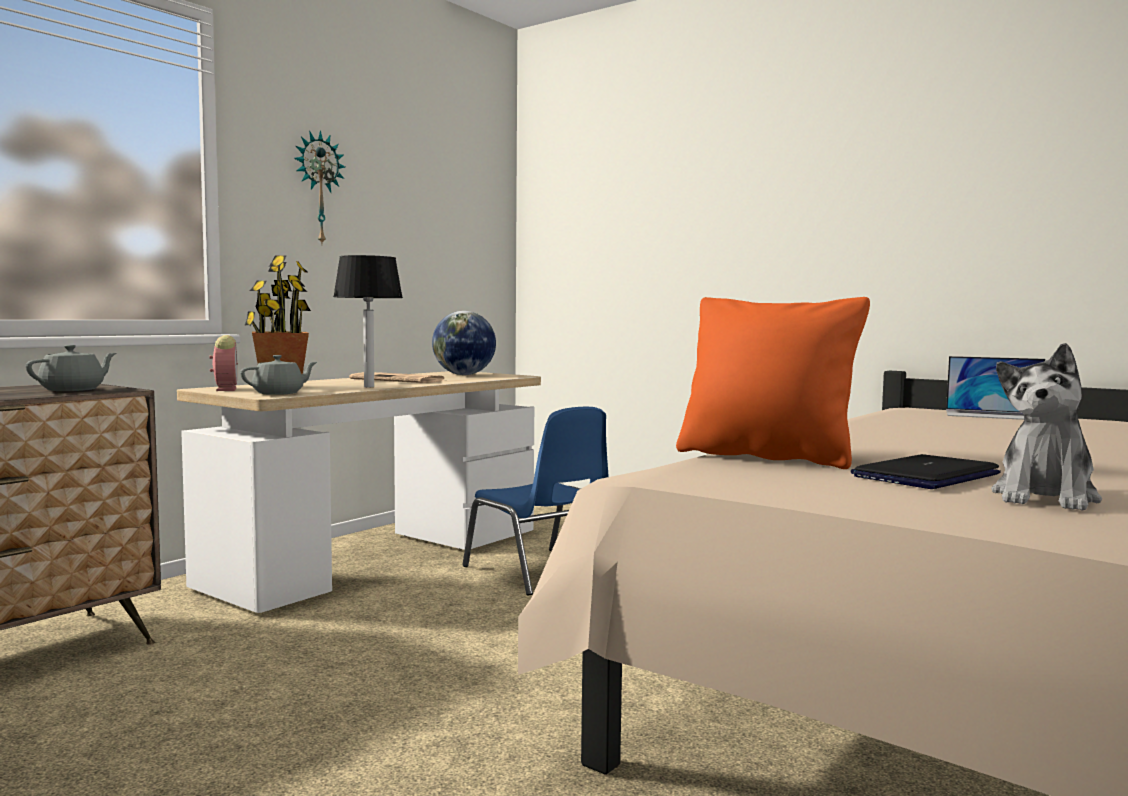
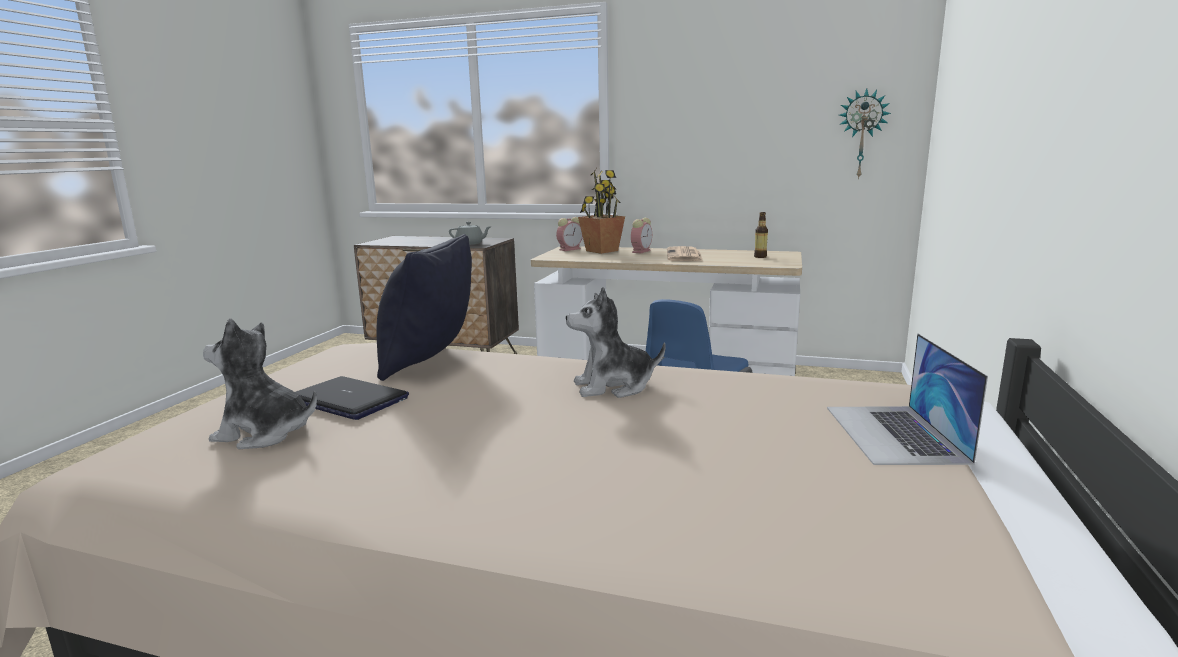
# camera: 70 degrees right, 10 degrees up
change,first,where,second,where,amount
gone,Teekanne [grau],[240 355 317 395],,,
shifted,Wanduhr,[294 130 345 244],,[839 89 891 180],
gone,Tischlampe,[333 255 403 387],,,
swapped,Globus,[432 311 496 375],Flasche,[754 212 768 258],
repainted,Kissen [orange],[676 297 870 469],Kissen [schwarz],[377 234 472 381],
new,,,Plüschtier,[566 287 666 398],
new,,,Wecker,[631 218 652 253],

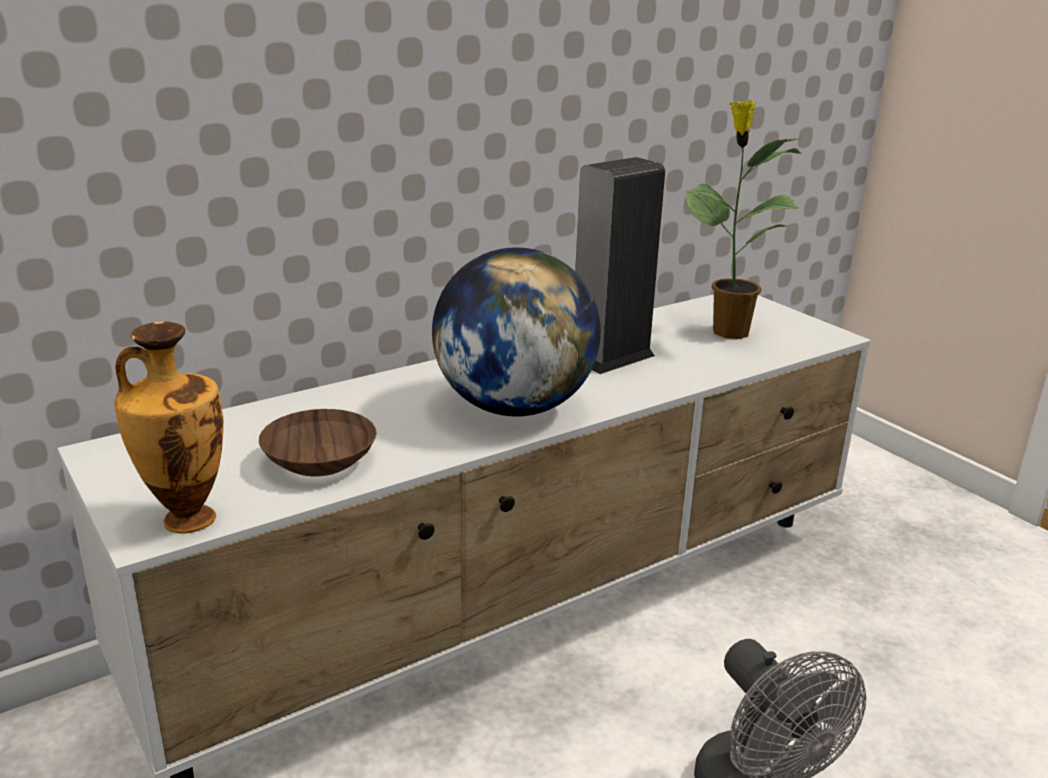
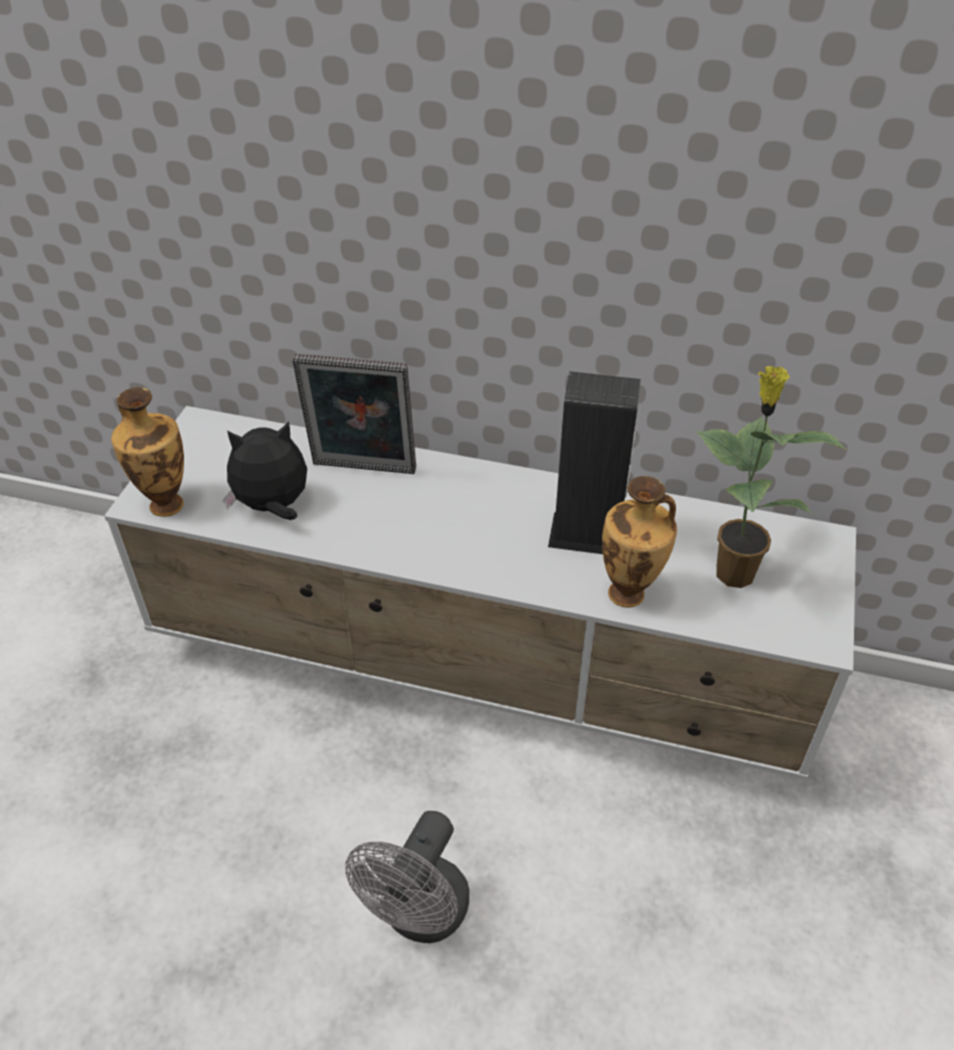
# camera: 50 degrees right, 20 degrees up
change,first,where,second,where,amount
swapped,Schüssel [braun],[259 409 377 477],Plüschtier,[223 421 307 520],
gone,Globus,[432 247 601 417],,,
new,,,Bilderrahmen,[292 354 416 474],
new,,,Vase,[602 476 677 608],

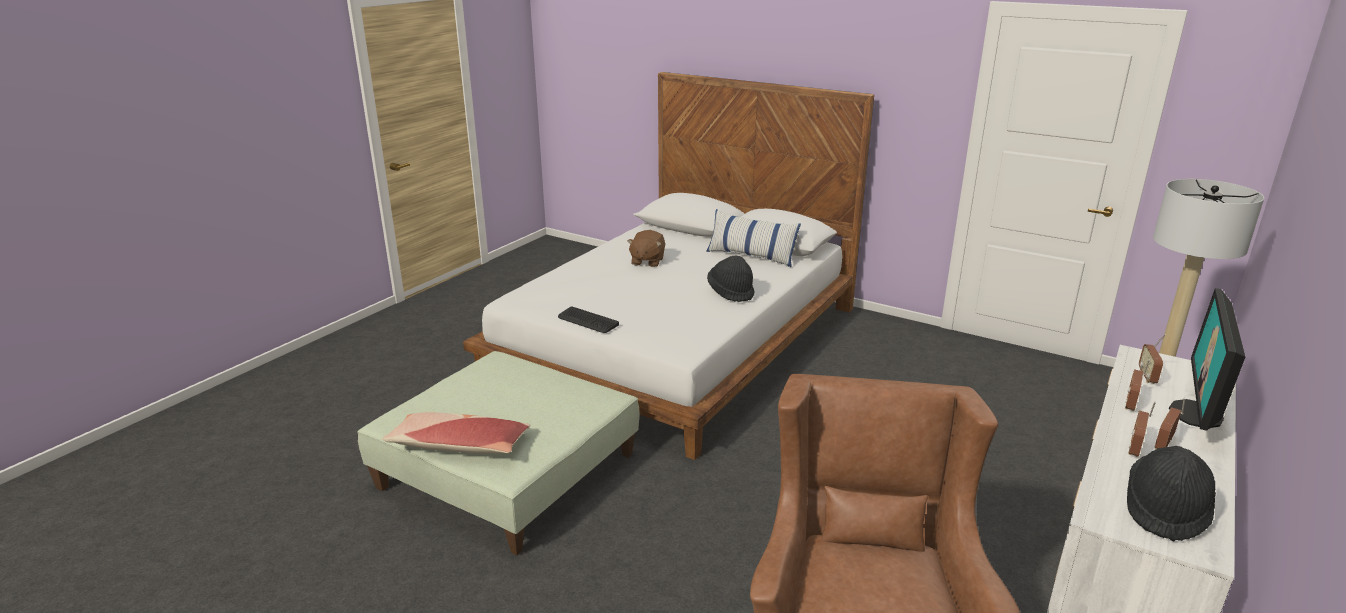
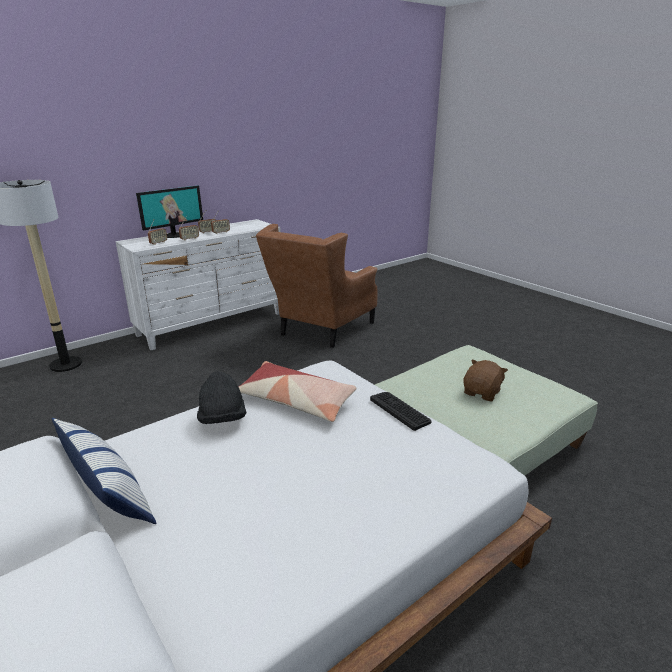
# camera: 160 degrees left, 0 degrees up
change,first,where,second,where,amount
shifted,Kissen,[383 412 530 454],,[239 361 357 422],
shifted,Plüschtier [braun],[627 230 665 267],,[463 359 508 402],
gone,Hut [schwarz],[1127 446 1216 541],,,

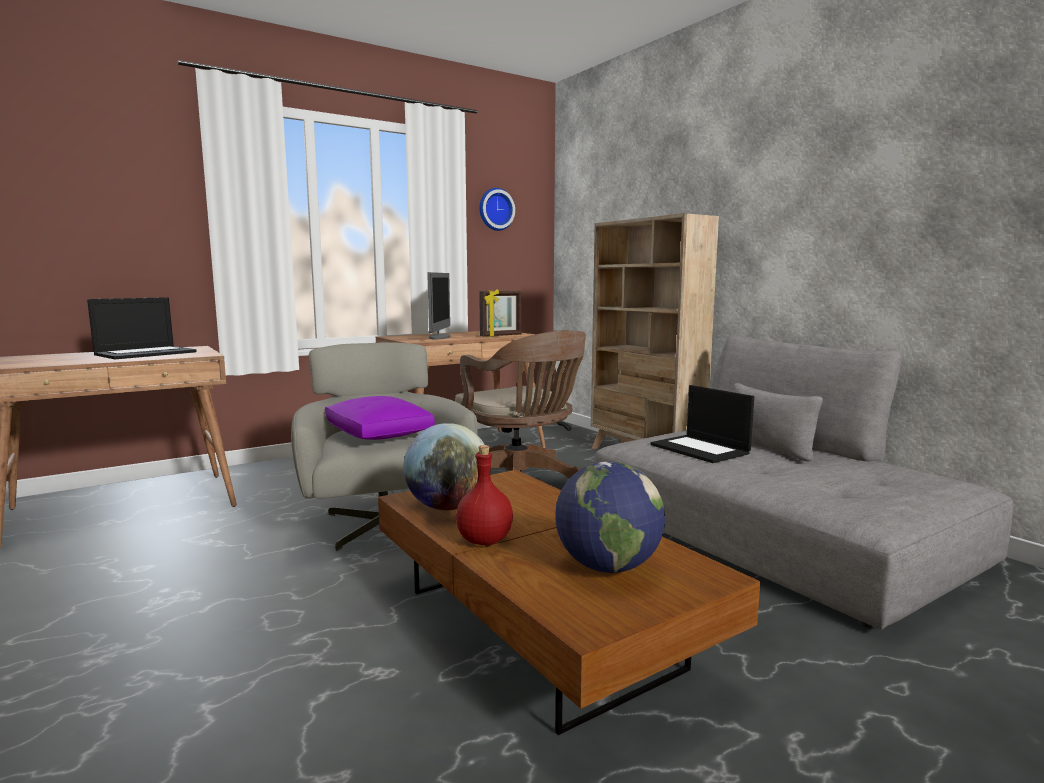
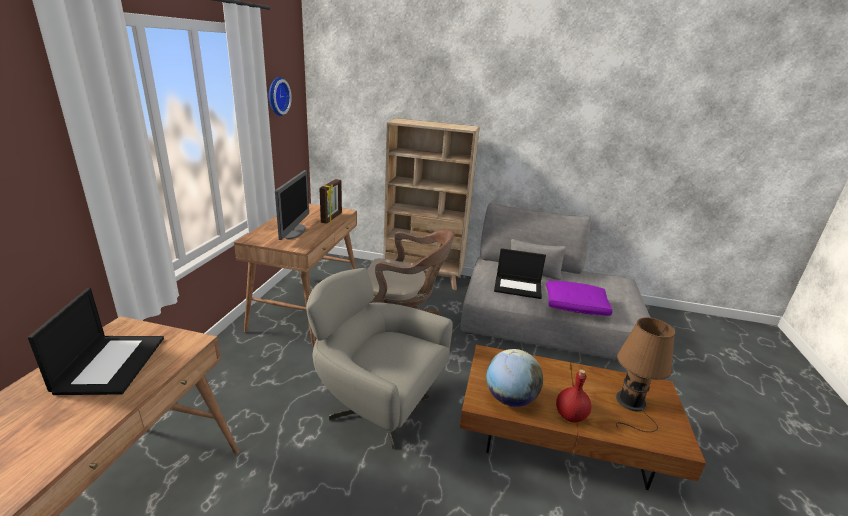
# camera: 45 degrees left, 15 degrees up
change,first,where,second,where,amount
shifted,Kissen [lila],[325 396 435 440],,[546 281 613 316],
rotated,Monitor,[427 272 451 339],,[275 170 309 240],45 degrees clockwise
swapped,Globus,[555 461 665 573],Tischlampe [braun],[616 317 675 432],

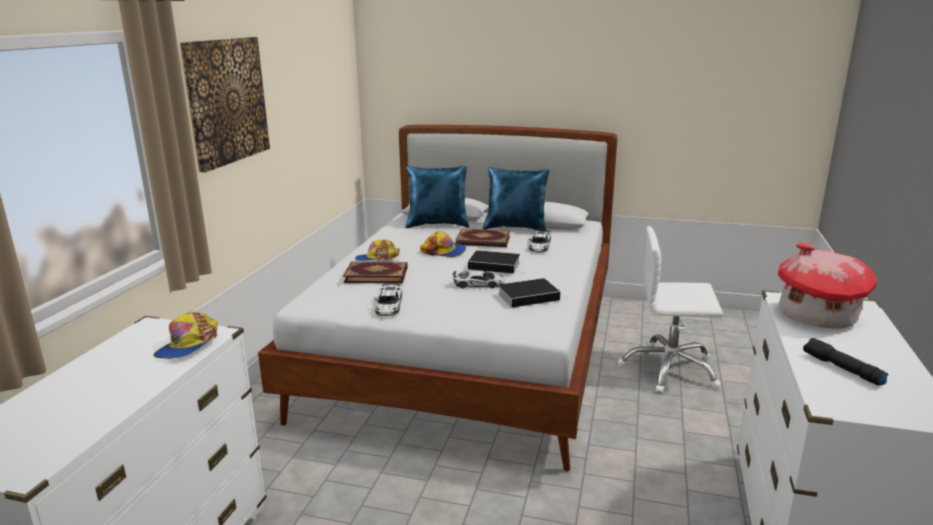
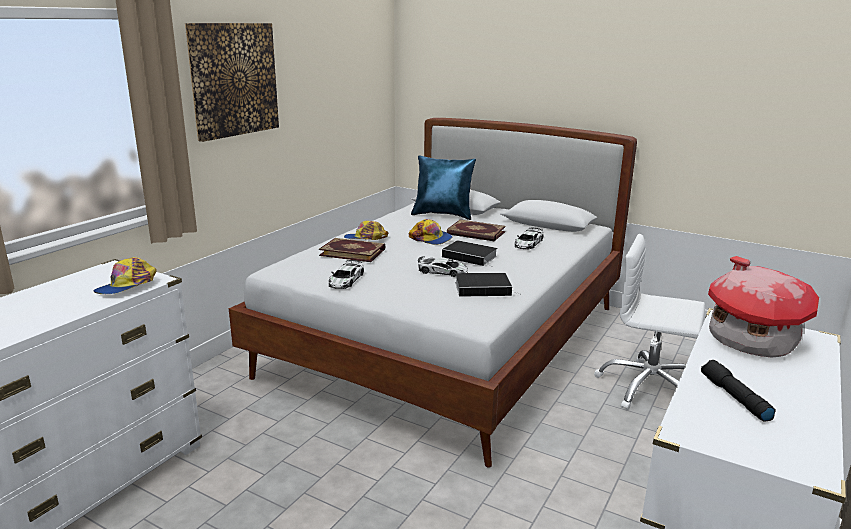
# camera: 15 degrees right, 0 degrees up
change,first,where,second,where,amount
gone,Kissen [blau],[483 167 550 232],,,

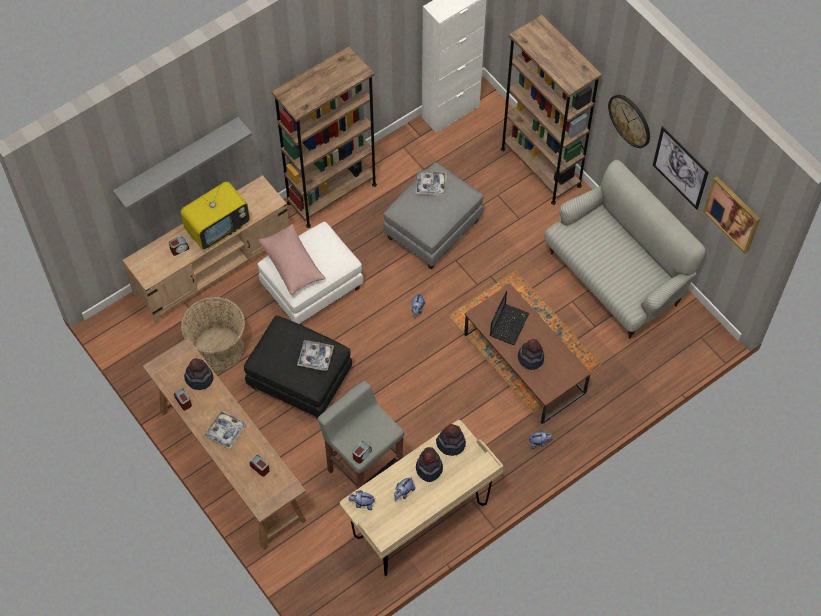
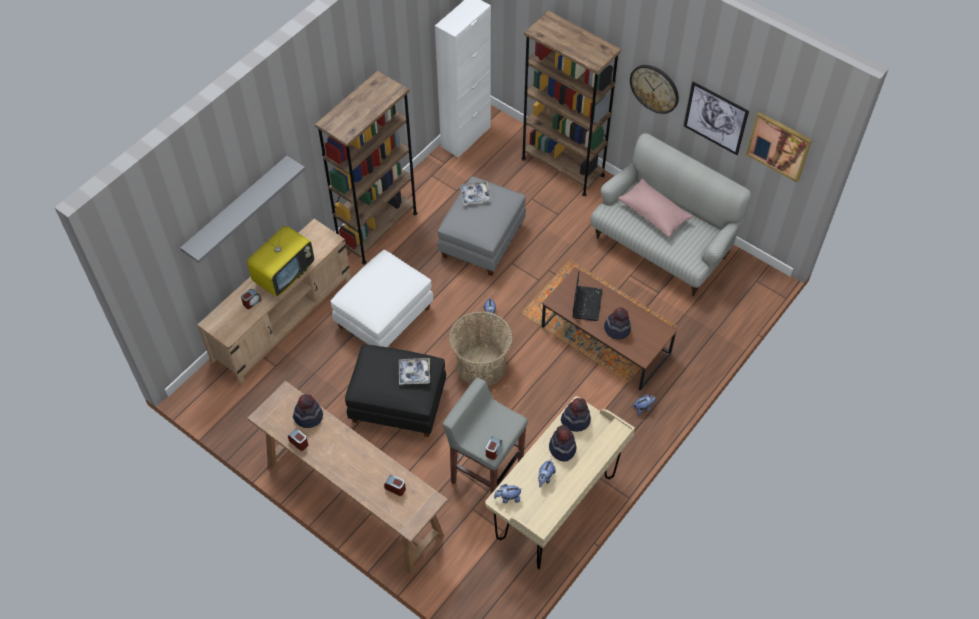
# camera: 15 degrees left, 5 degrees down
change,first,where,second,where,amount
shifted,Korb,[181 296 245 372],,[449 311 513 386],
gone,Tablett,[204 410 246 449],,,
shifted,Kissen [rosa],[258 224 325 295],,[618 179 693 237],

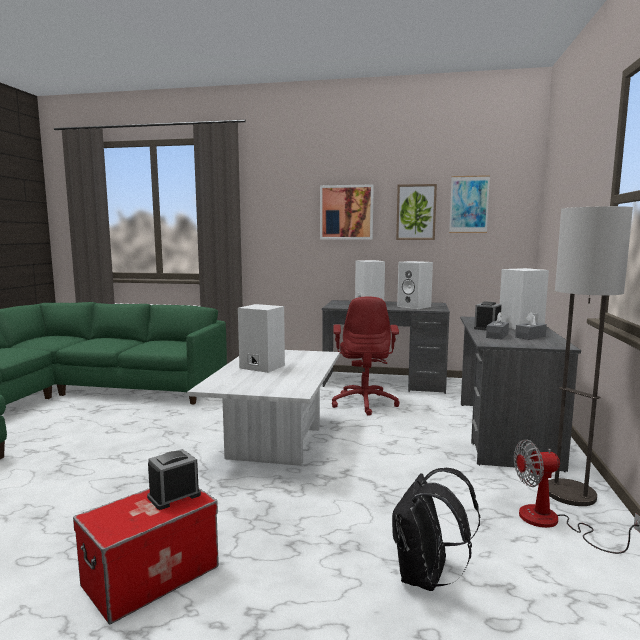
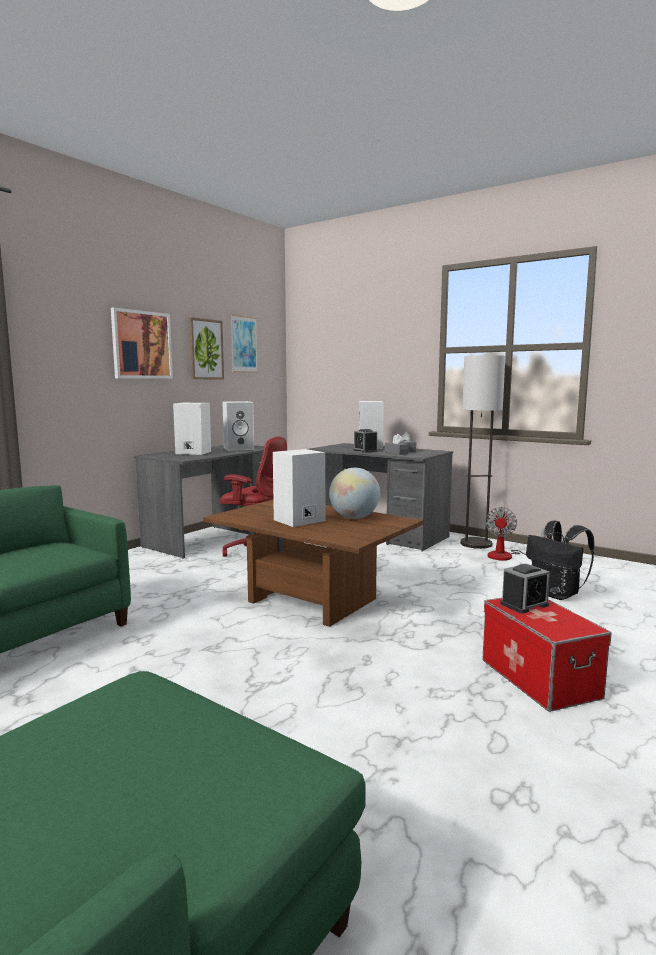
# camera: 65 degrees left, 0 degrees up
change,first,where,second,where,amount
rotated,Wecker,[147 449 201 510],,[501 564 550 613],105 degrees counterclockwise
repainted,Couchtisch [weiß],[187 350 340 466],Couchtisch [braun],[203 500 423 627],
new,,,Globus,[329 468 380 519],

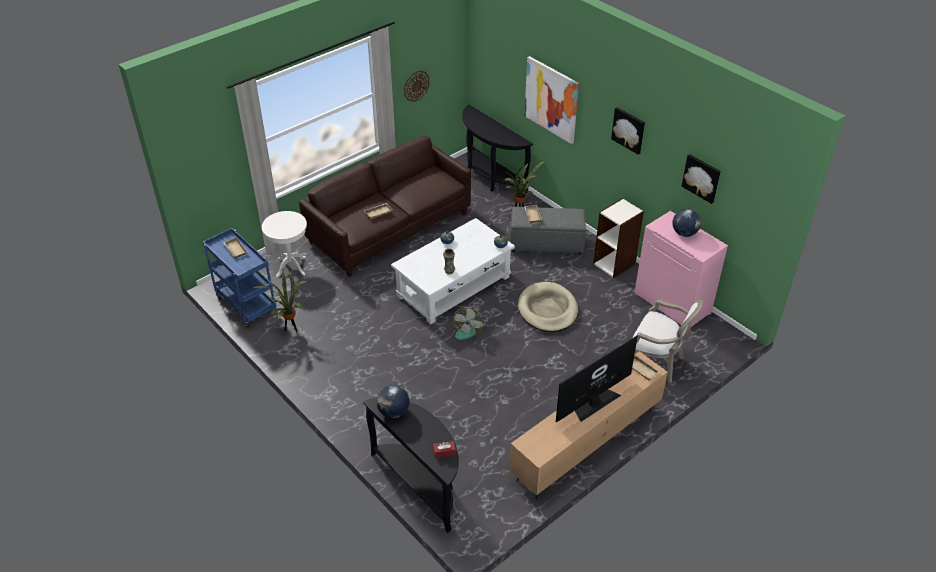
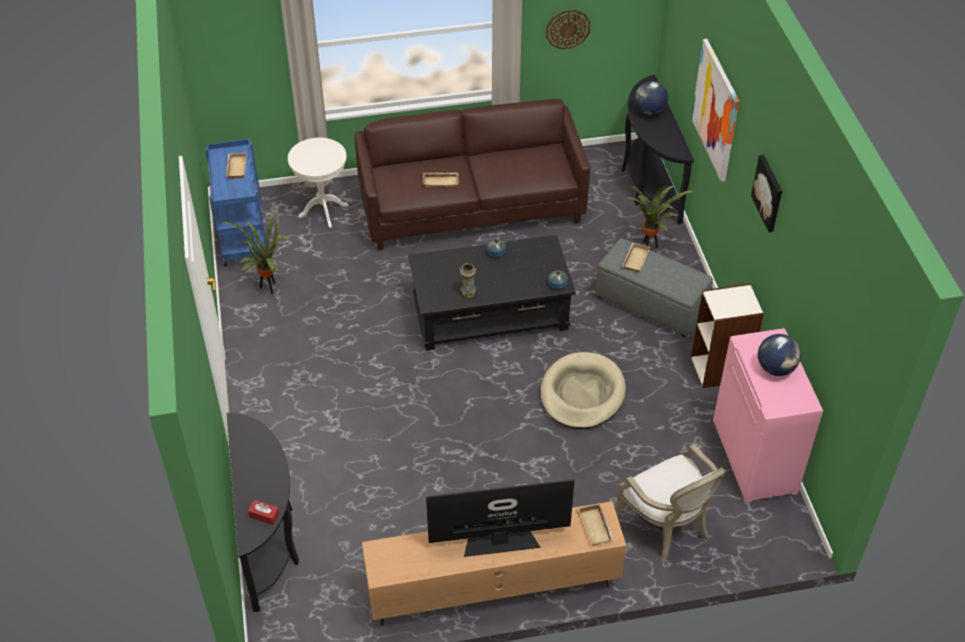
# camera: 30 degrees right, 5 degrees up
change,first,where,second,where,amount
shifted,Globus,[376 385 410 418],,[634 81 668 115],
repainted,Couchtisch [weiß],[391 218 515 324],Couchtisch [schwarz],[408 235 576 351],
gone,Ventilator,[452 307 484 340],,,
gone,Bild,[682 154 721 204],,,

